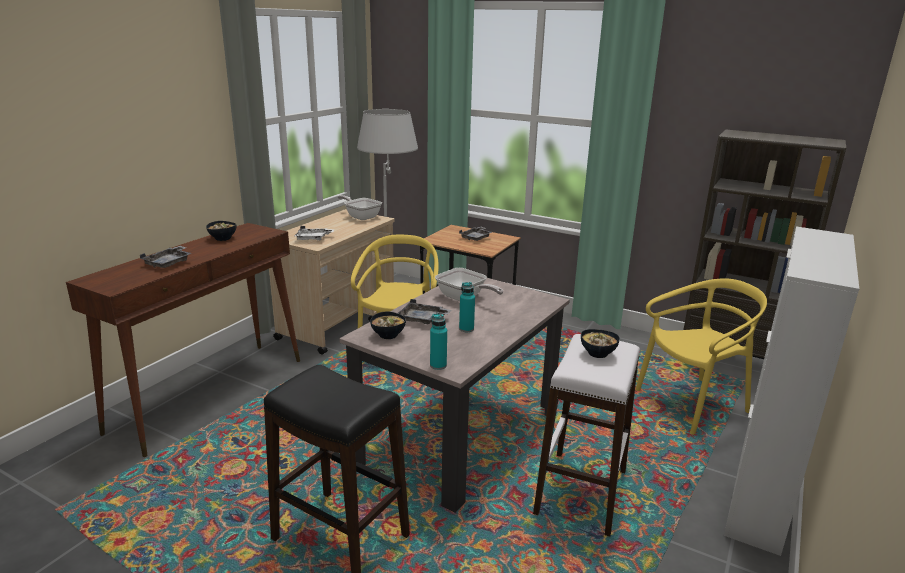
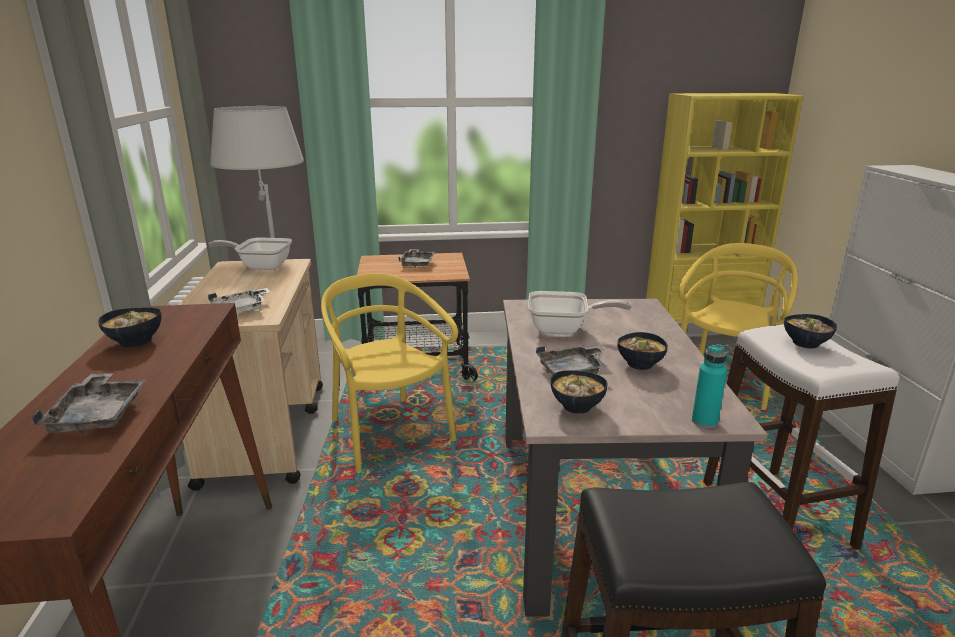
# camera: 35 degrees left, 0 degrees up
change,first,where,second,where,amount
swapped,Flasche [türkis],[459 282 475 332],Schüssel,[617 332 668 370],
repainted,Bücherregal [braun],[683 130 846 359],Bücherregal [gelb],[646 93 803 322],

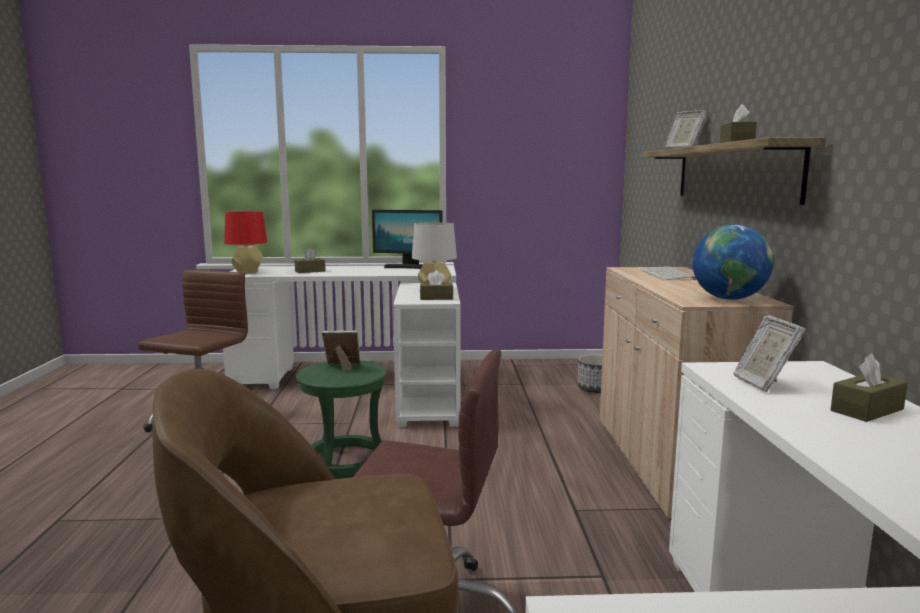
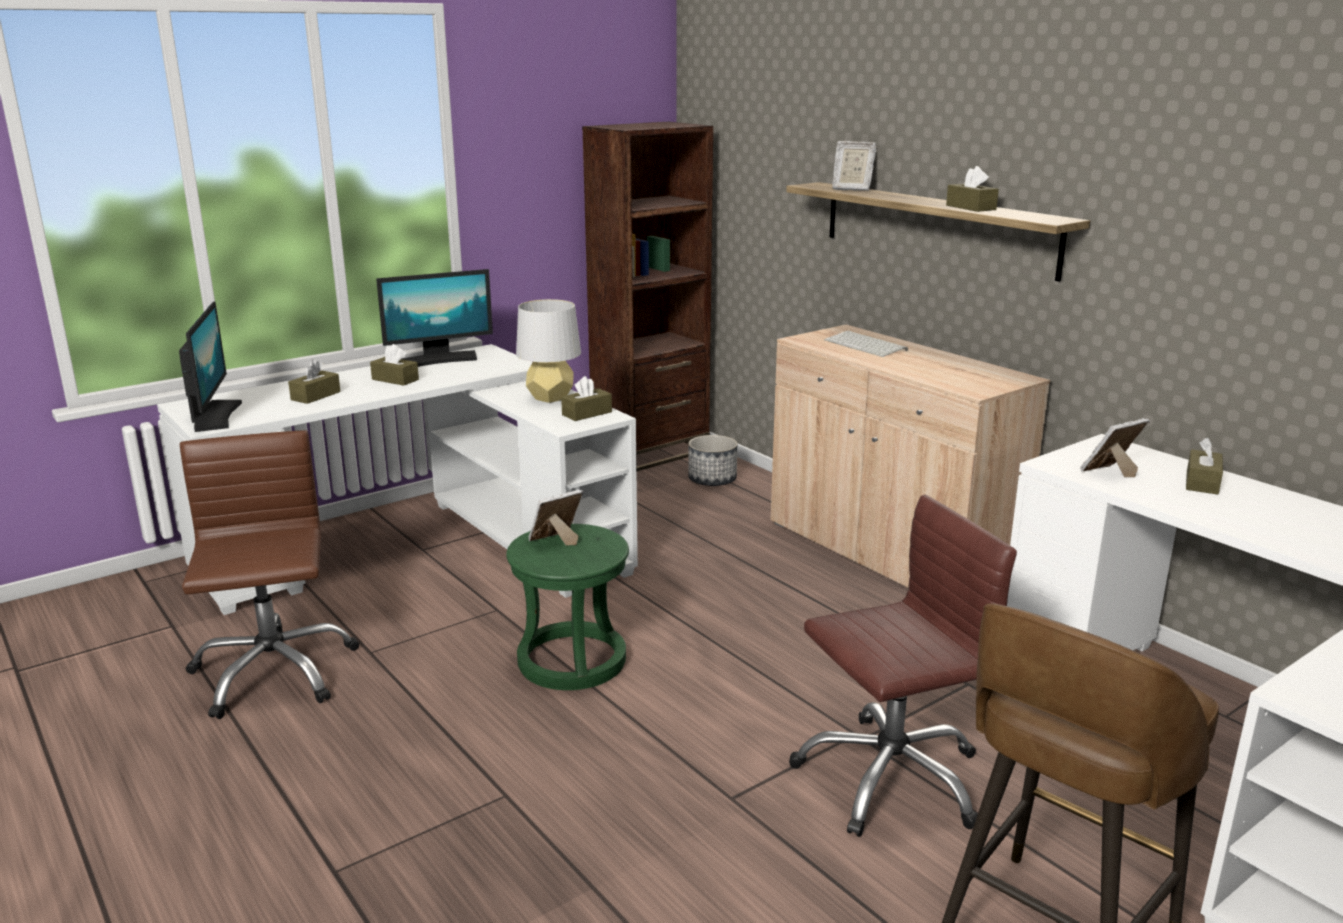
# camera: 35 degrees left, 10 degrees up
change,first,where,second,where,amount
swapped,Tischlampe [rot],[224 211 267 274],Monitor,[179 301 242 432],
gone,Globus,[692 224 774 300],,,
rotated,Bilderrahmen,[733 315 806 392],,[1080 418 1150 477],105 degrees clockwise
new,,,Taschentuchbox [braun],[370 344 419 386],
new,,,Bücherregal [braun],[582 122 713 472],

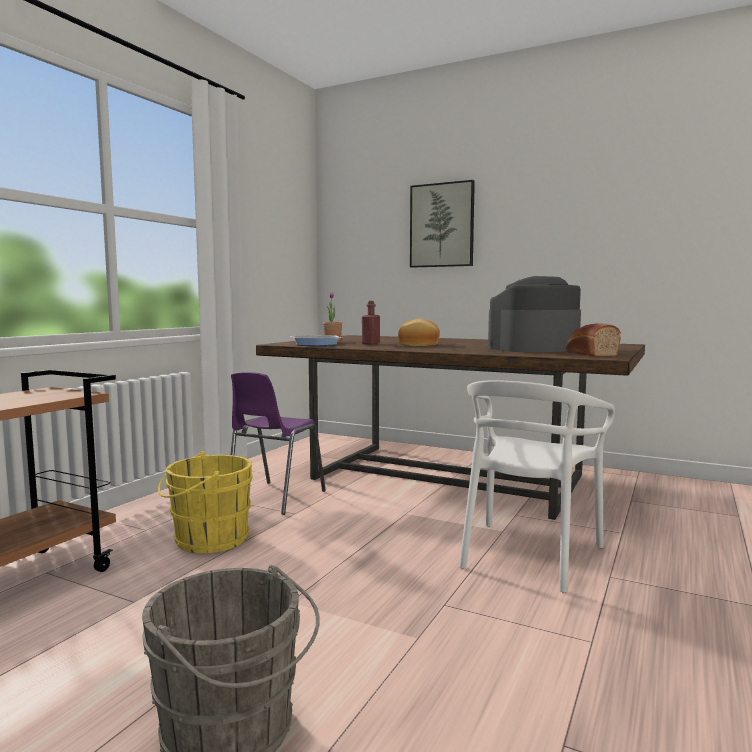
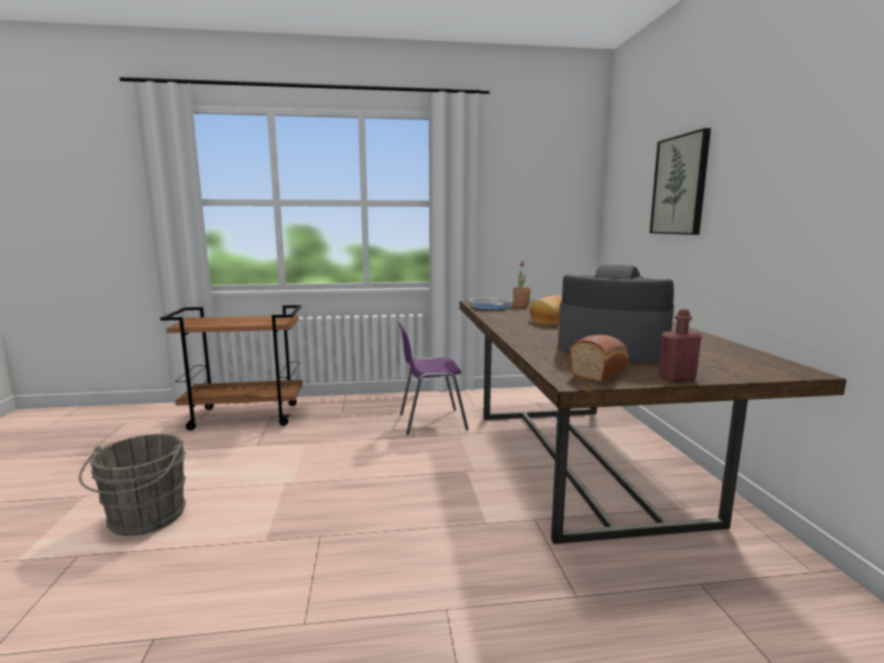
# camera: 55 degrees right, 5 degrees up
change,first,where,second,where,amount
gone,Eimer [gelb],[158 451 253 553],,,
shifted,Flasche [rot],[362 301 380 345],,[659 309 702 382],
gone,Stuhl [weiß],[459 380 615 593],,,

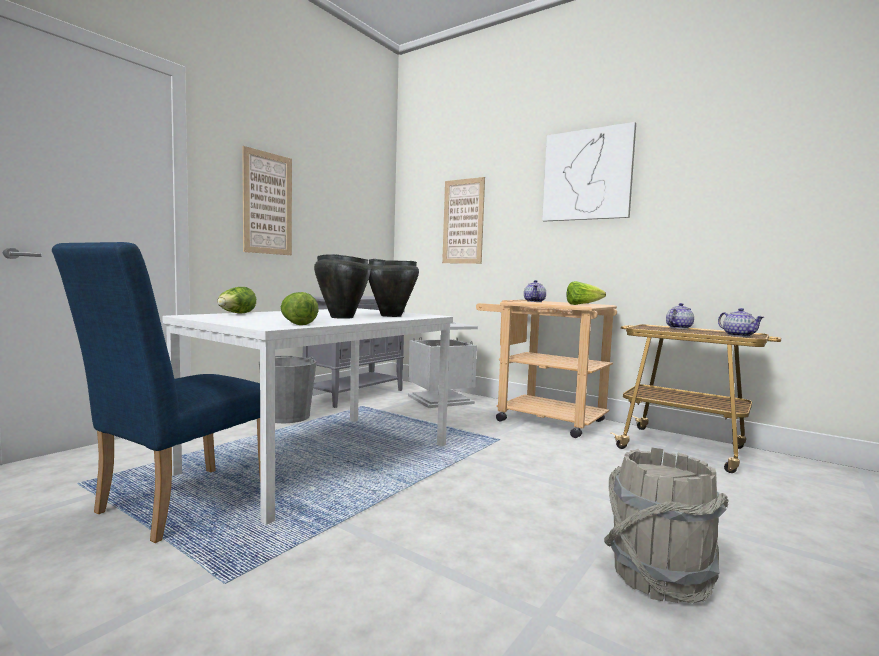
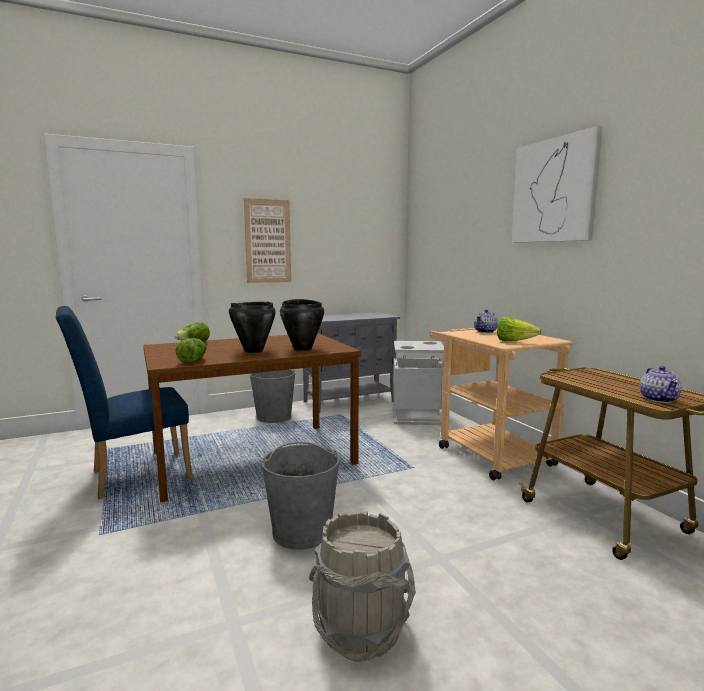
# camera: 30 degrees right, 5 degrees up
change,first,where,second,where,amount
repainted,Esstisch [weiß],[163 308 453 525],Esstisch [braun],[143 333 361 503],
gone,Bild,[442 177 485 264],,,
gone,Teekanne,[666 303 694 329],,,
new,,,Eimer [grau],[261 442 340 550],

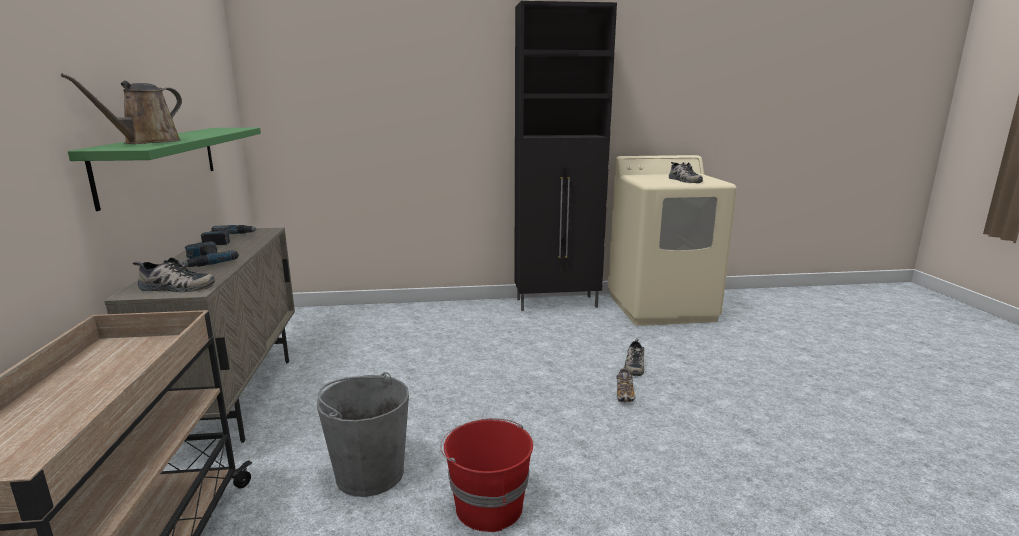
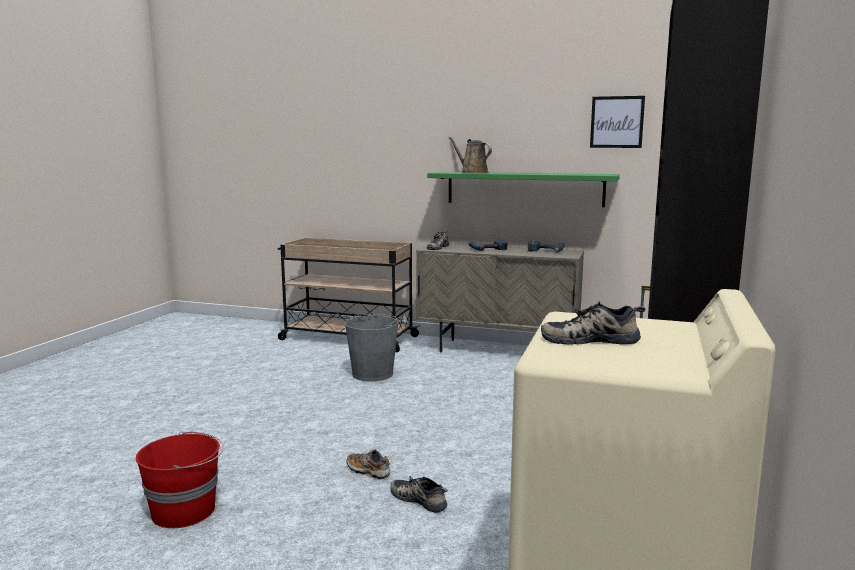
# camera: 115 degrees right, 5 degrees down
change,first,where,second,where,amount
shifted,Eimer [rot],[440 418 533 532],,[136 432 223 528],
new,,,Bild,[590 96 645 148],

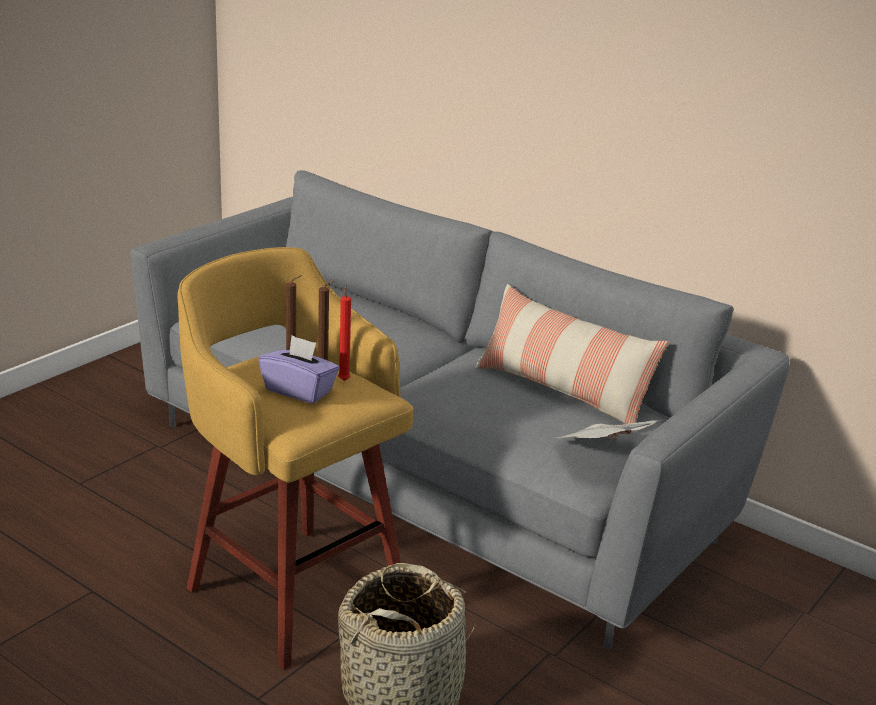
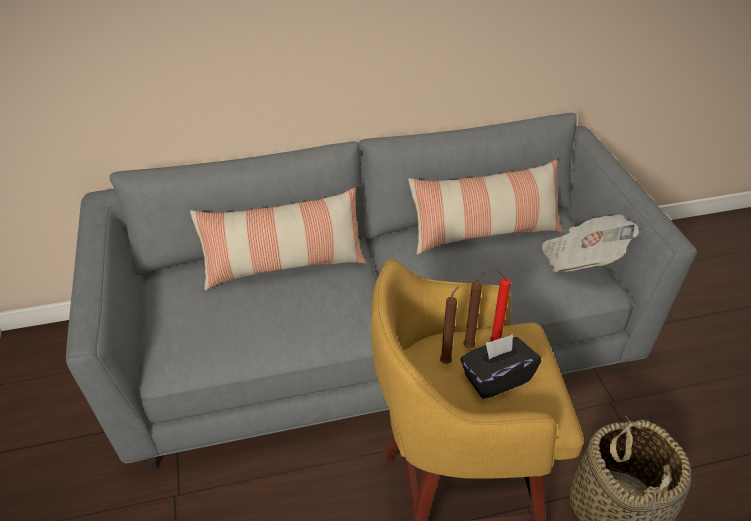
# camera: 50 degrees left, 15 degrees up
change,first,where,second,where,amount
repainted,Taschentuchbox [lila],[258 335 339 404],Taschentuchbox [schwarz],[461 334 541 399],
new,,,Kissen,[190 188 366 290],

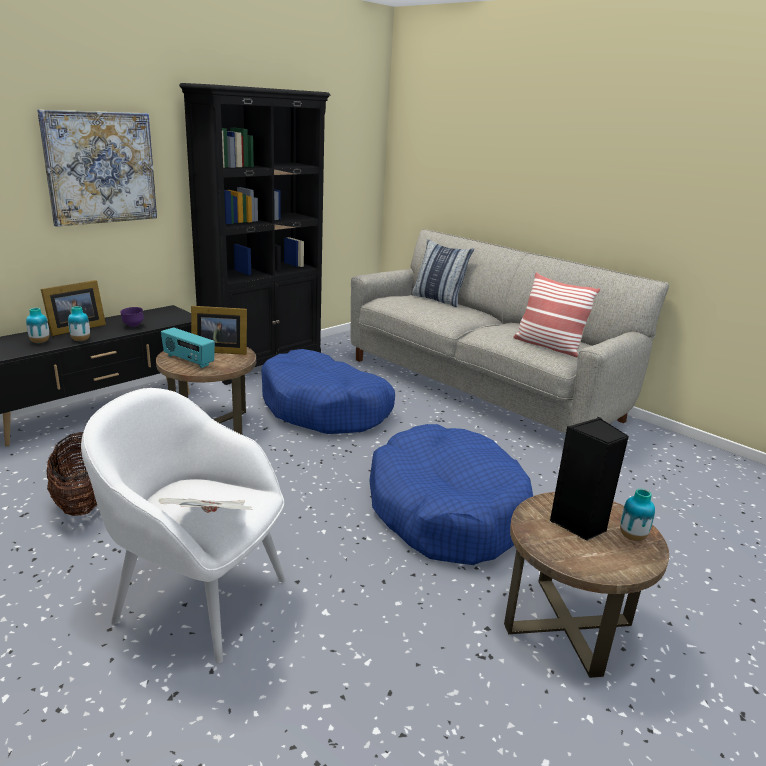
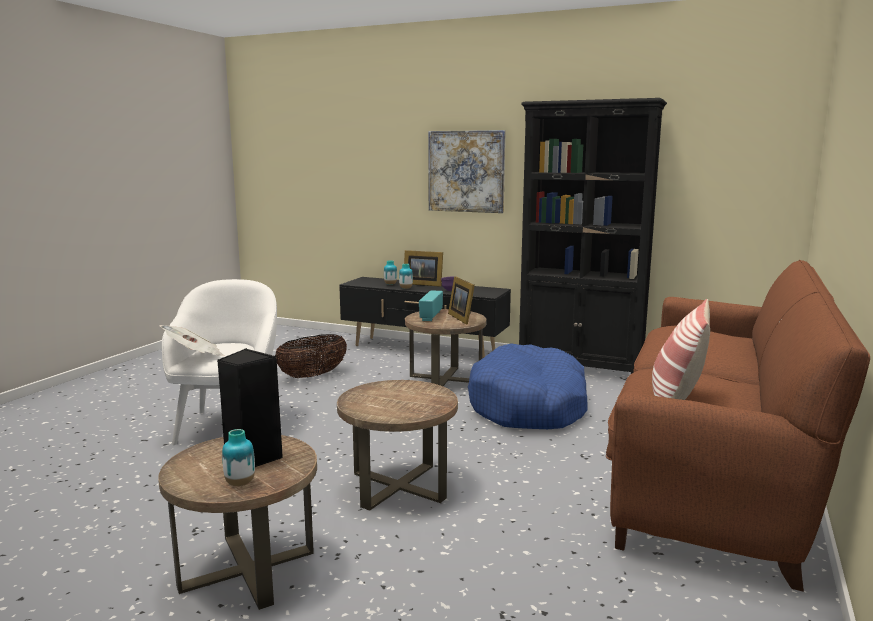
# camera: 70 degrees right, 10 degrees down
change,first,where,second,where,amount
repainted,Sofa [grau],[351 229 669 434],Sofa [braun],[606 260 870 592],
swapped,Hundebett [blau],[369 424 533 565],Beistelltisch [braun],[337 380 458 511],
gone,Kissen,[411 239 474 307],,,

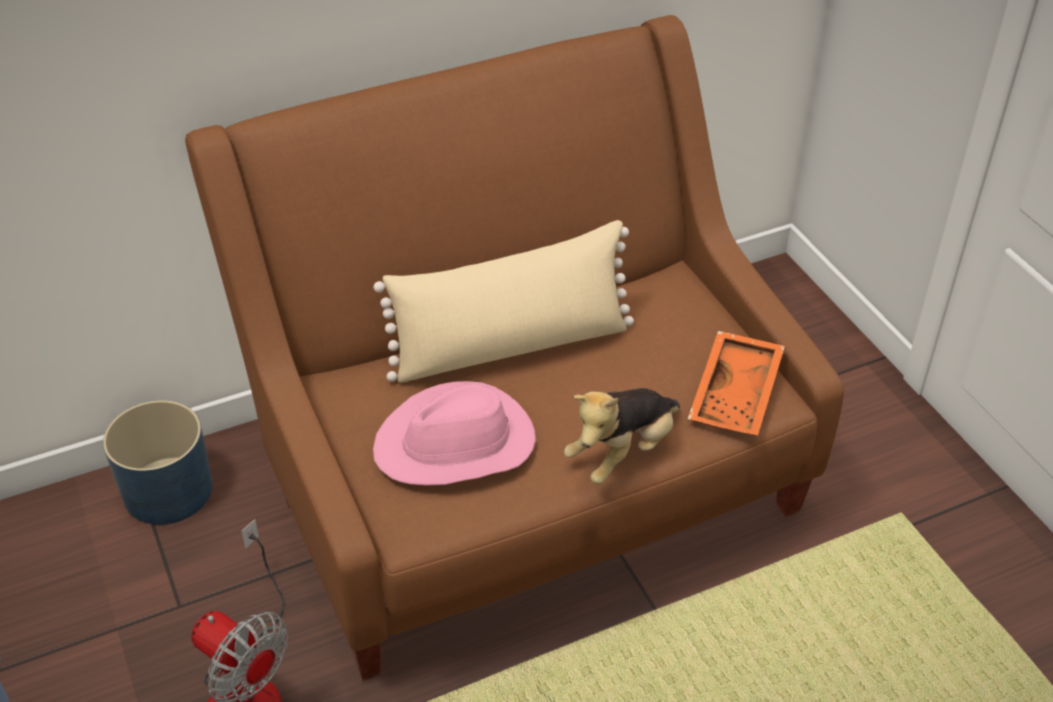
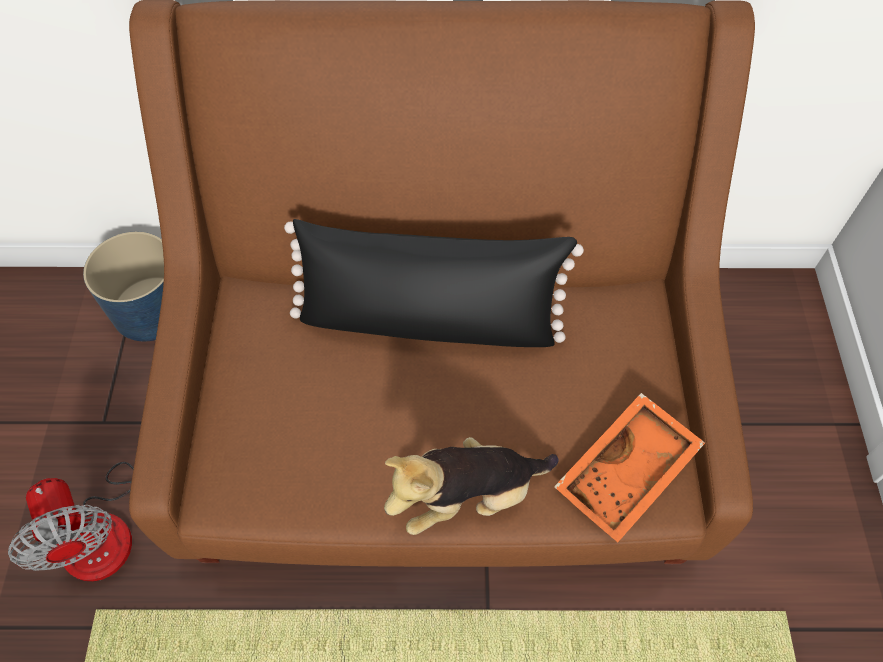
# camera: 25 degrees right, 15 degrees up
change,first,where,second,where,amount
gone,Hut [rosa],[373 381 536 486],,,
repainted,Kissen [beige],[374 220 634 383],Kissen [schwarz],[284 219 584 347],

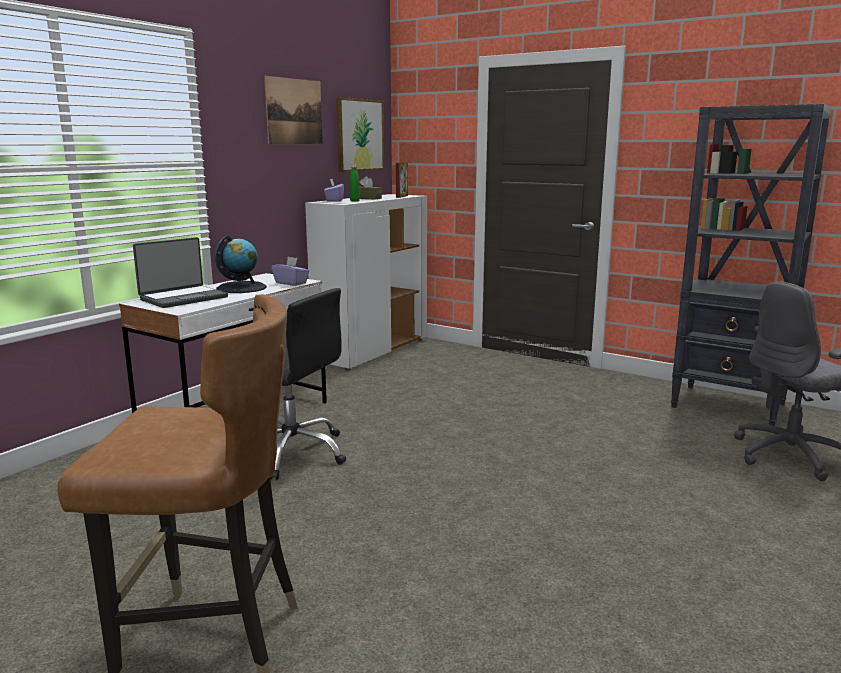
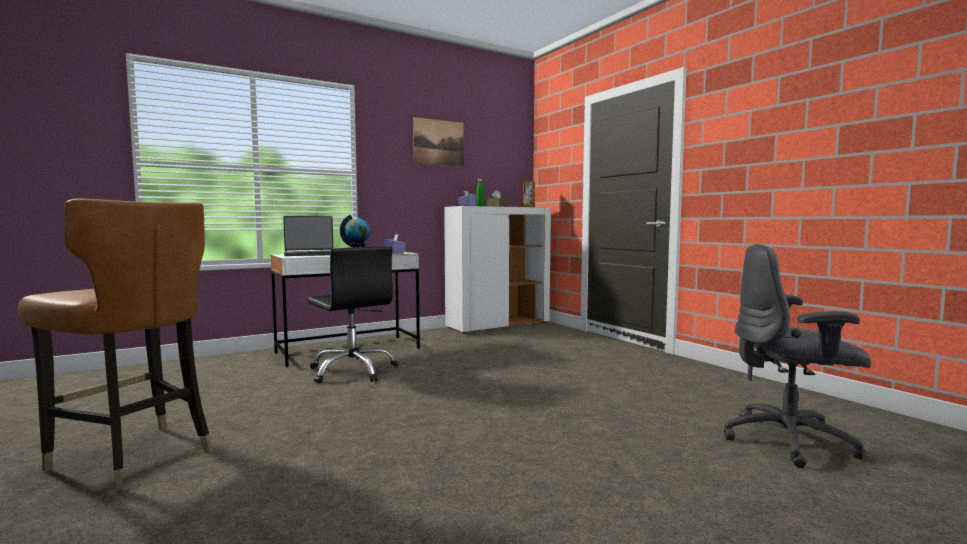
# camera: 25 degrees right, 10 degrees down
change,first,where,second,where,amount
gone,Bild,[336 97 384 172],,,
gone,Bücherregal [schwarz],[671 104 831 426],,,

